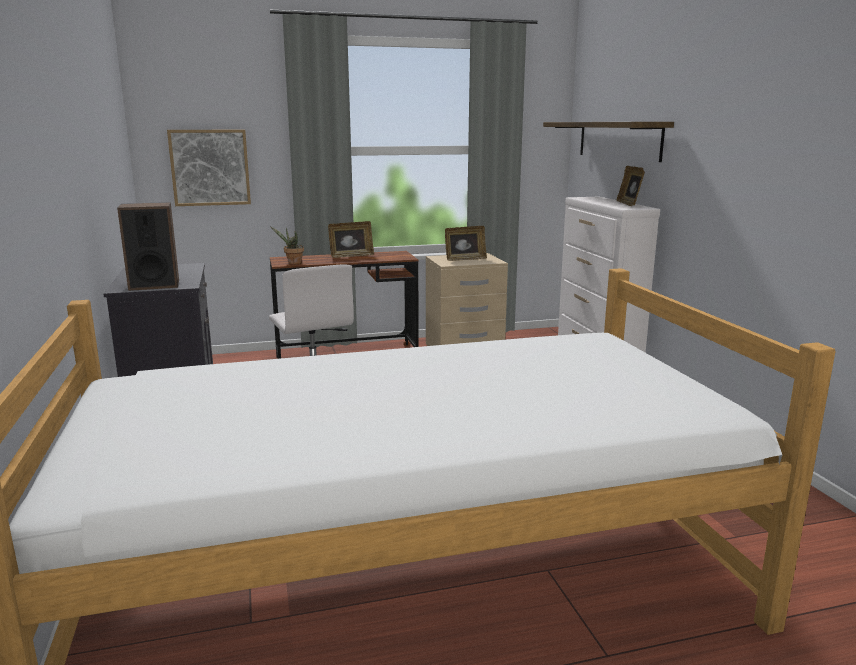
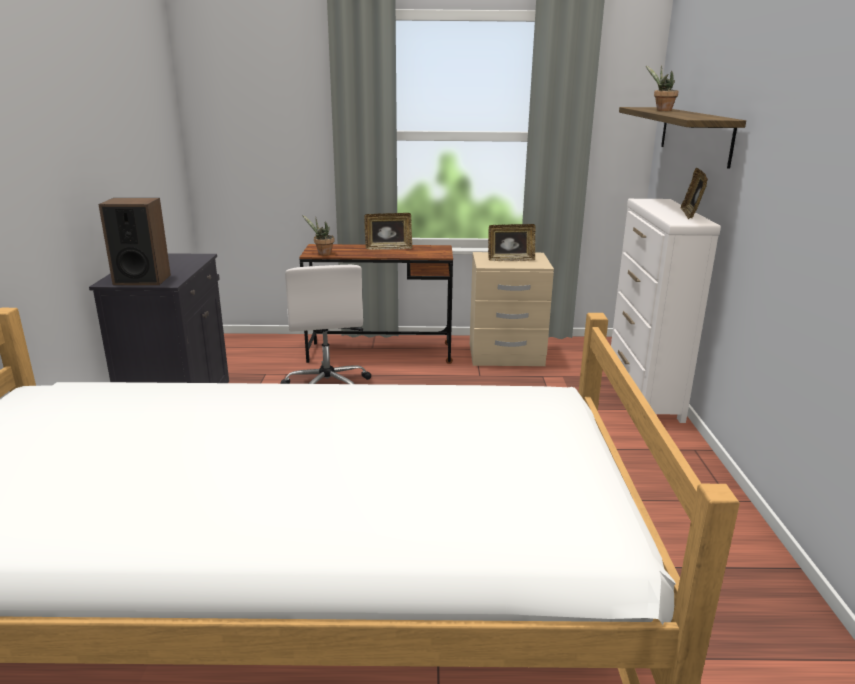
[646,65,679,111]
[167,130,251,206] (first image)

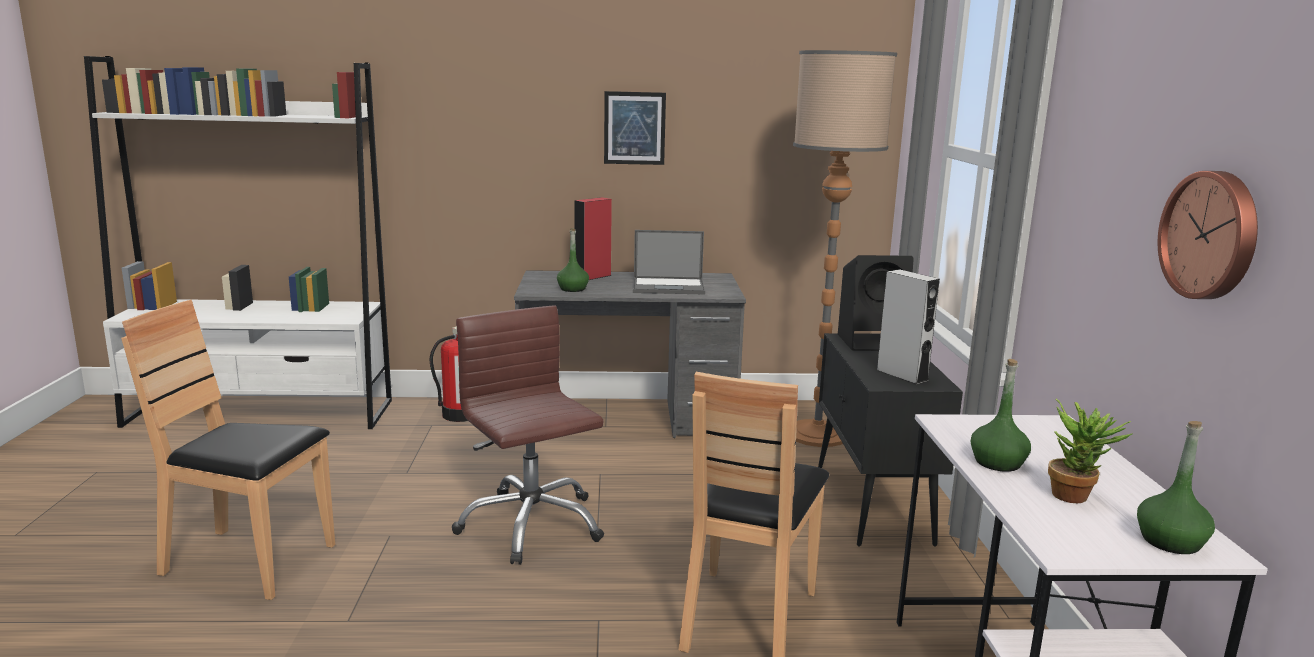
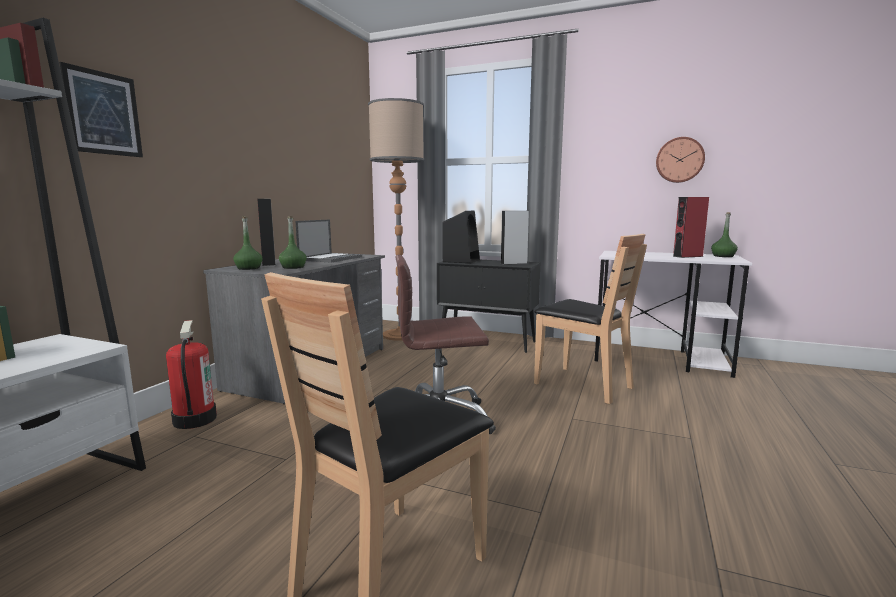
[59,62,143,157]
[233,216,263,270]
[673,197,709,258]

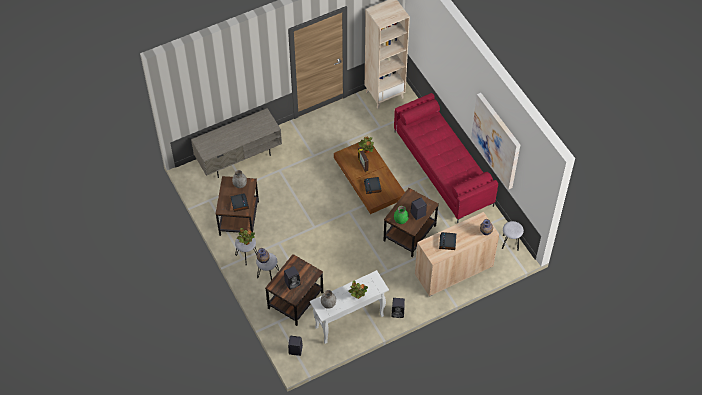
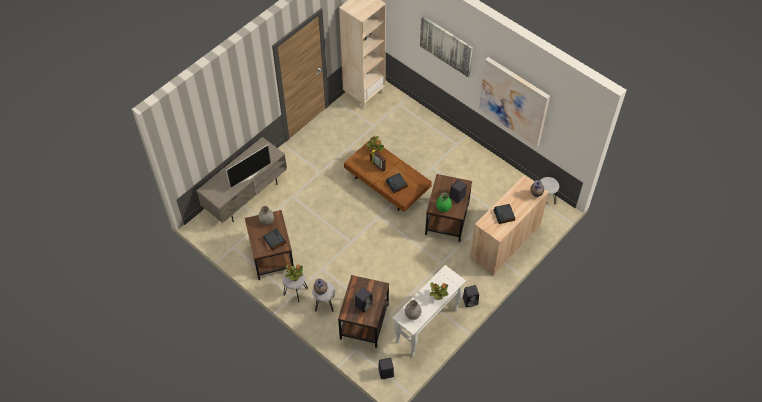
[226,144,271,189]
[420,16,473,77]
[394,93,498,223] (first image)

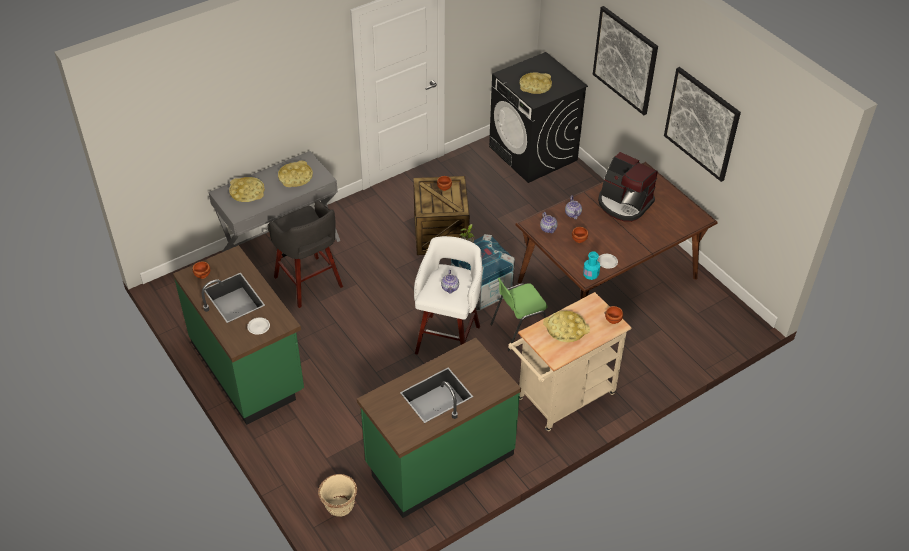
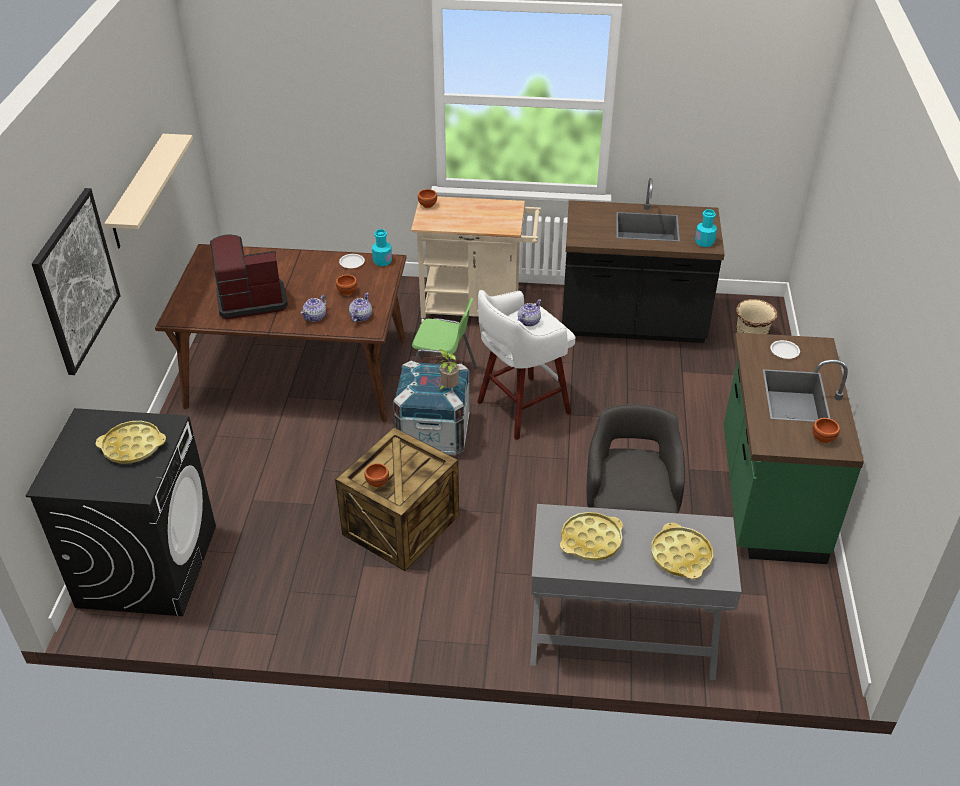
[104,134,193,248]
[210,234,288,320]
[562,178,725,343]
[695,209,717,247]
[543,311,590,342] (first image)

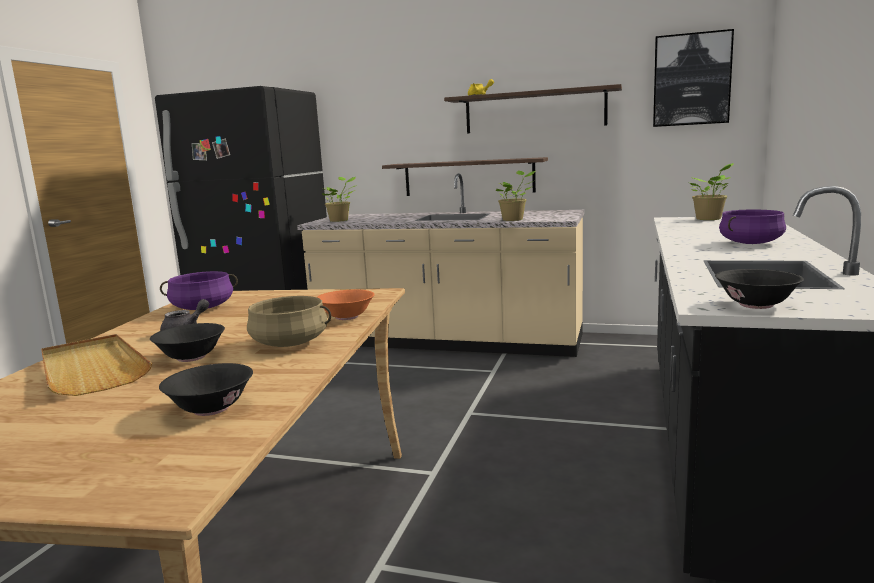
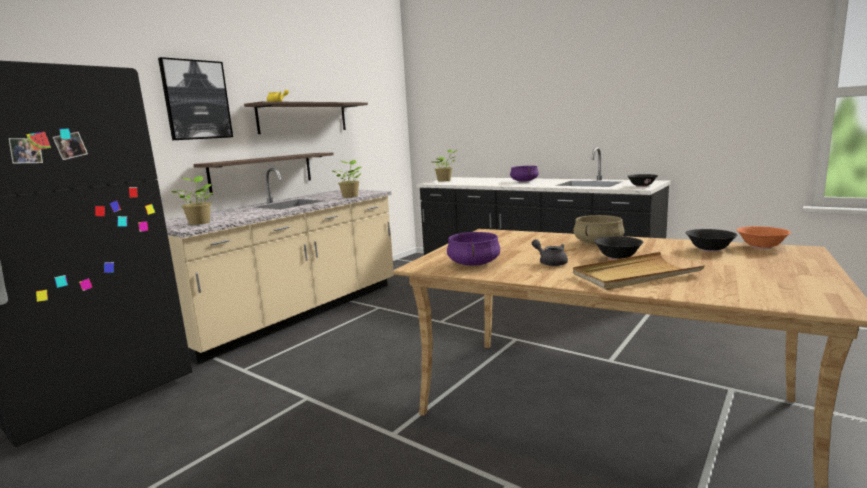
[158,57,233,140]
[737,226,791,249]

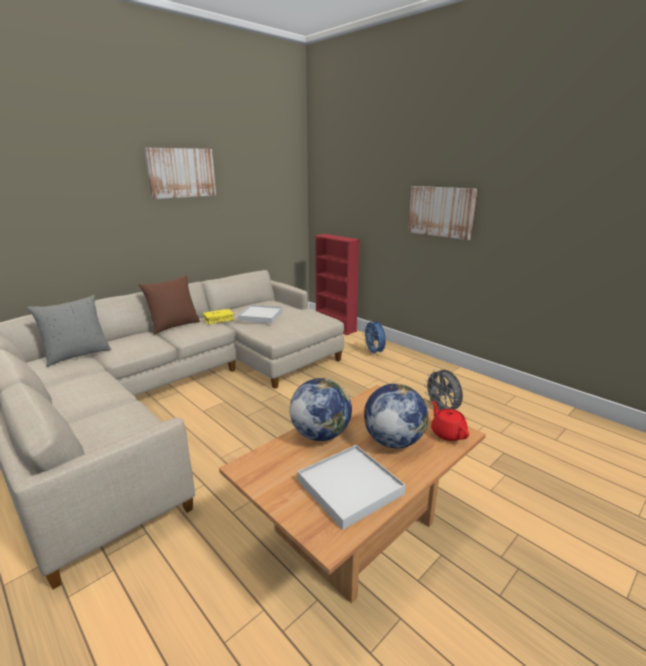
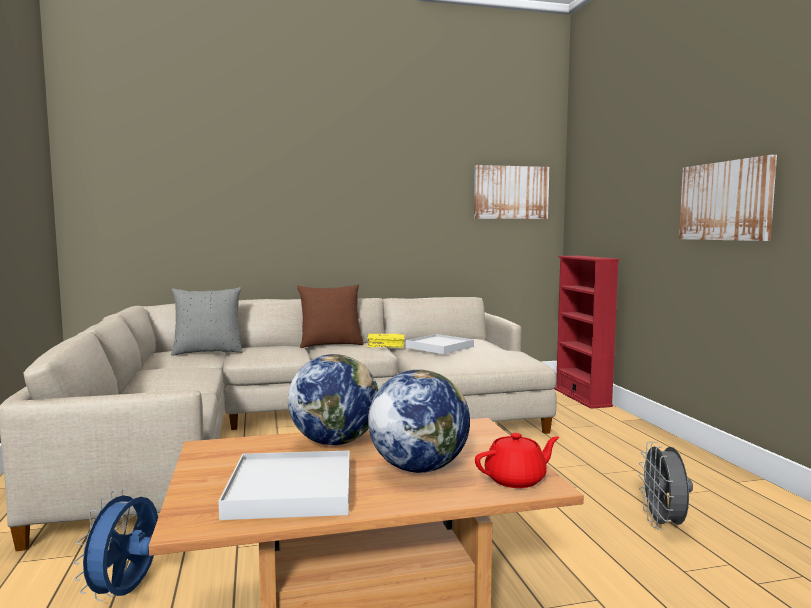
[73,489,158,601]
[474,165,549,219]
[475,433,559,488]

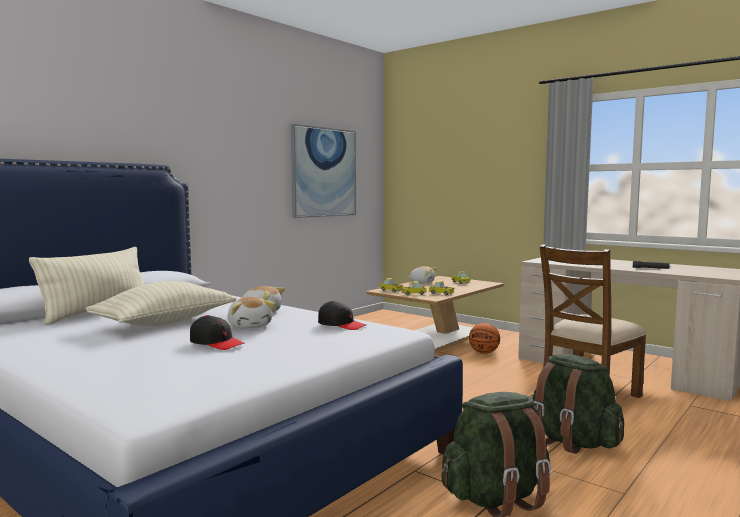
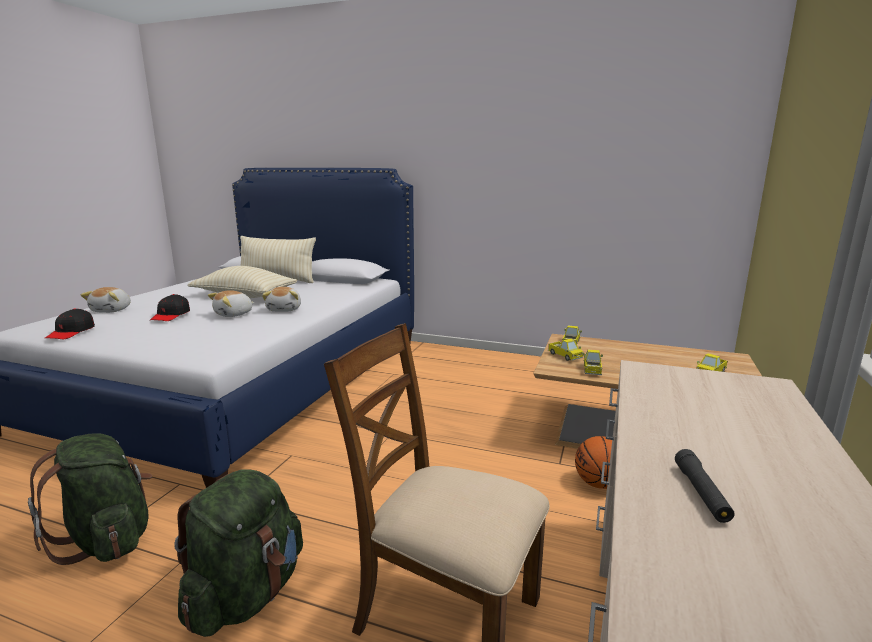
[44,308,95,339]
[81,287,131,313]
[291,124,356,218] (first image)

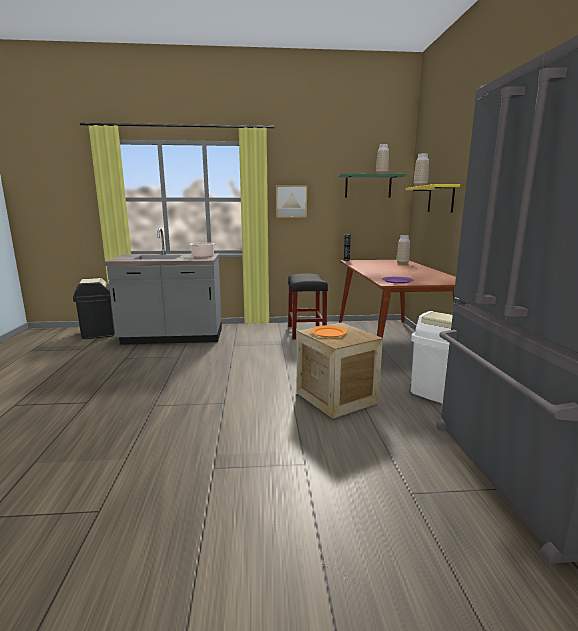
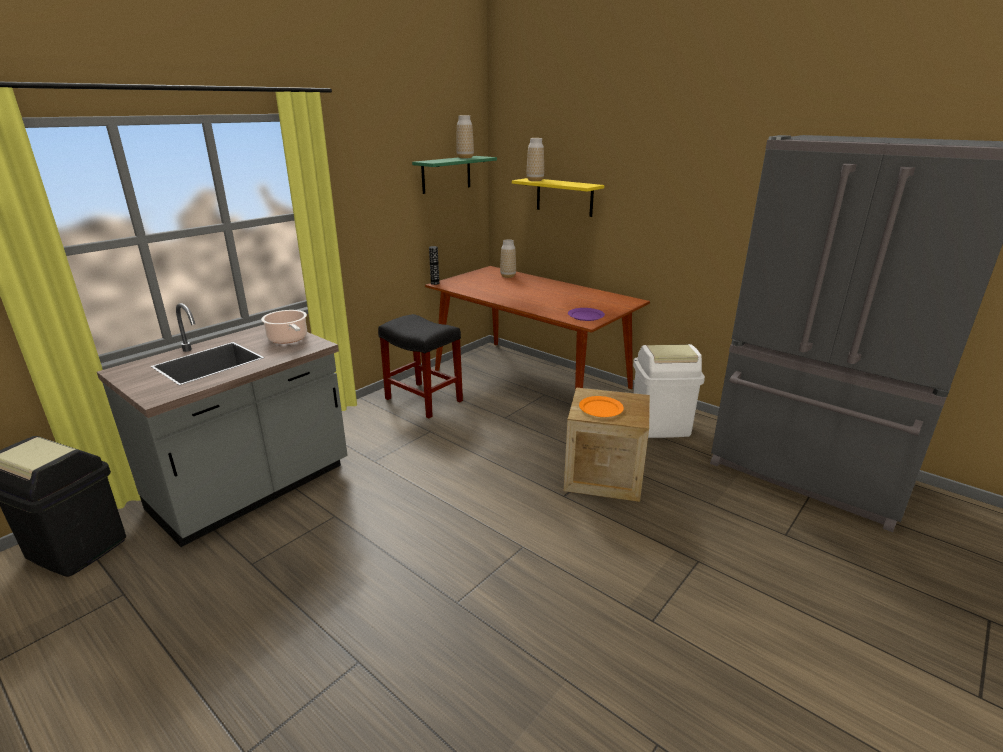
[276,185,307,218] (first image)

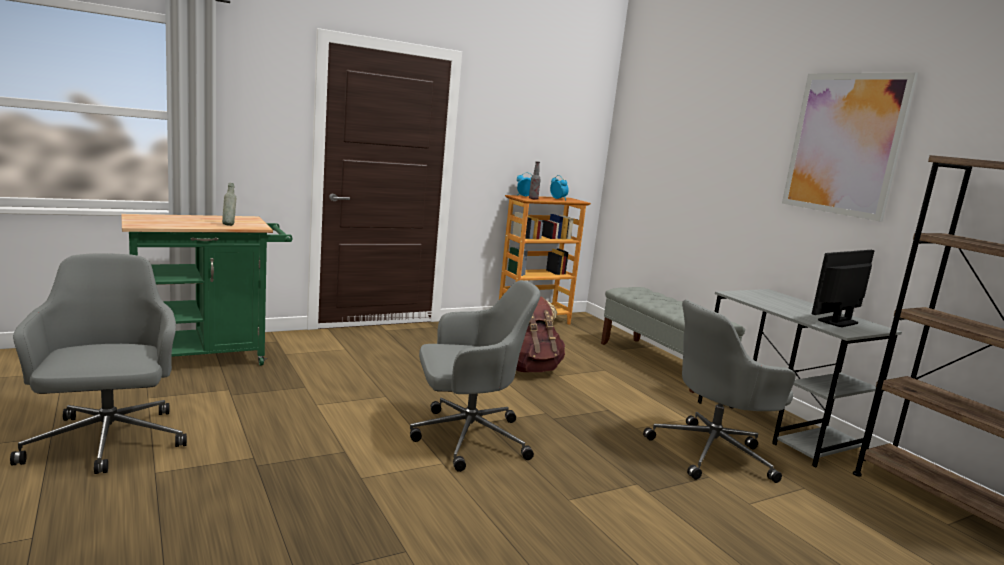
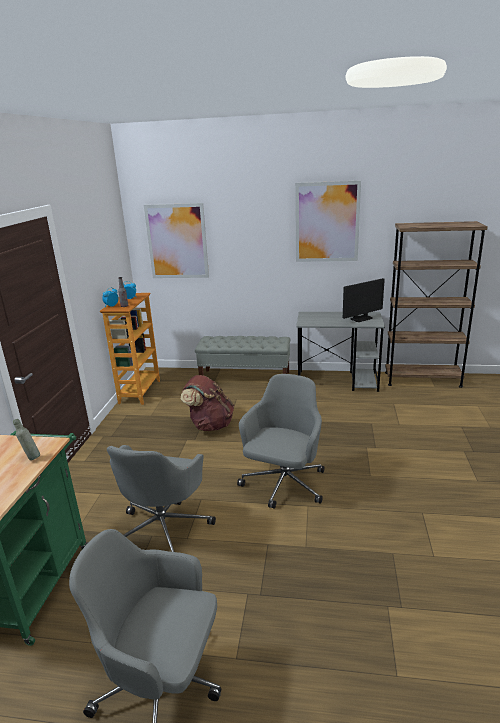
[107,445,216,552]
[144,203,209,278]
[343,278,385,322]

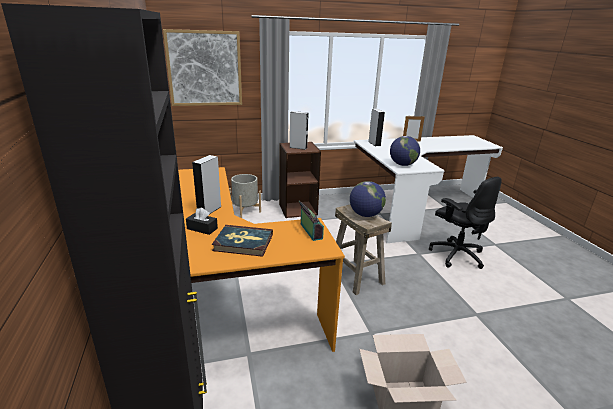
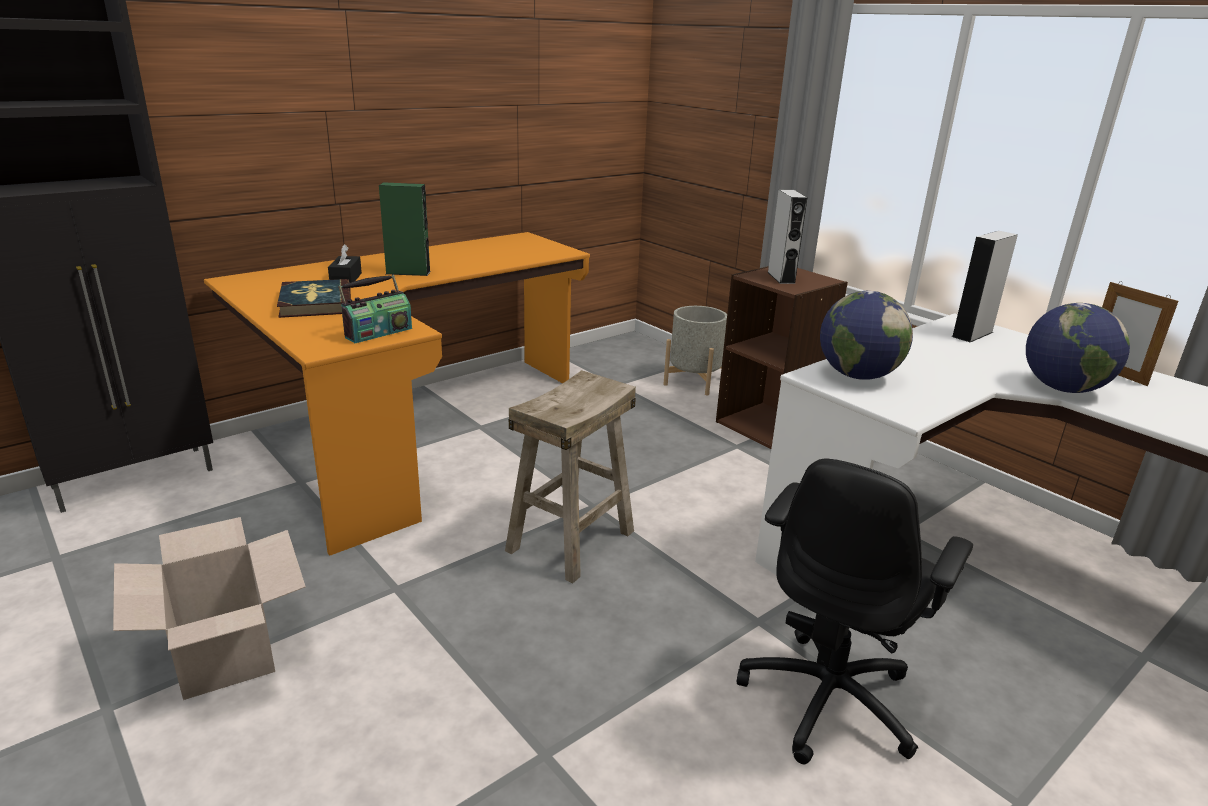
[379,182,431,276]
[1026,303,1130,393]
[163,29,242,106] (first image)

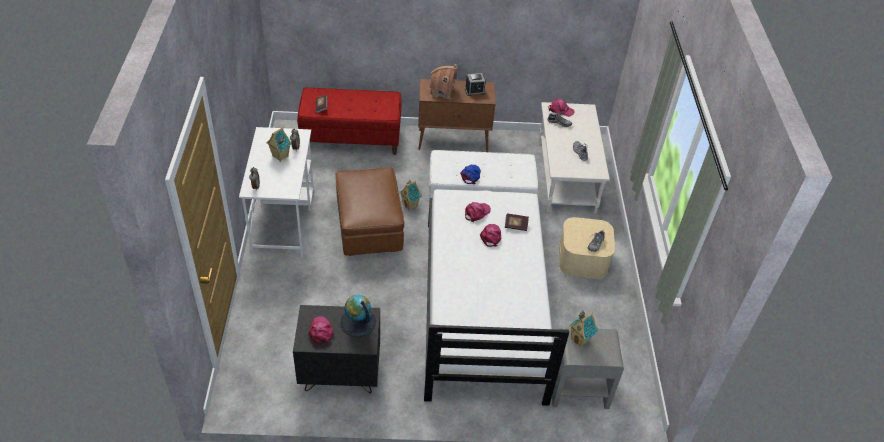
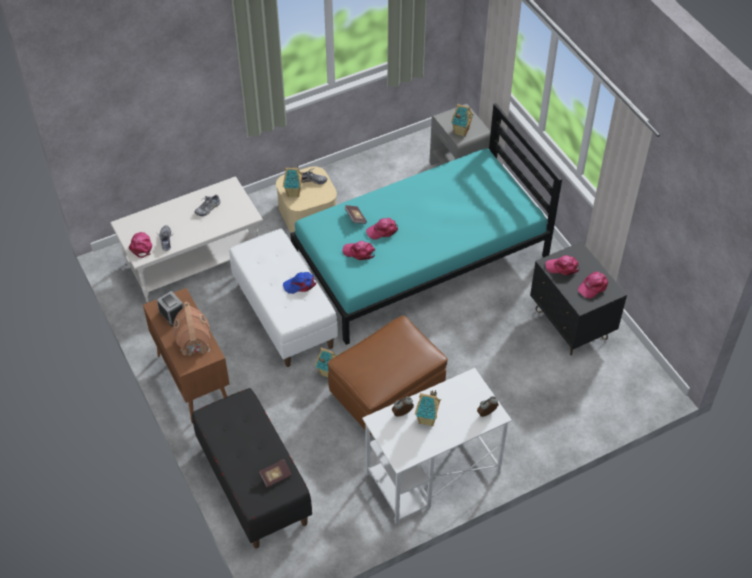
[192,388,312,548]
[283,165,303,197]
[290,103,562,345]
[545,255,580,275]

